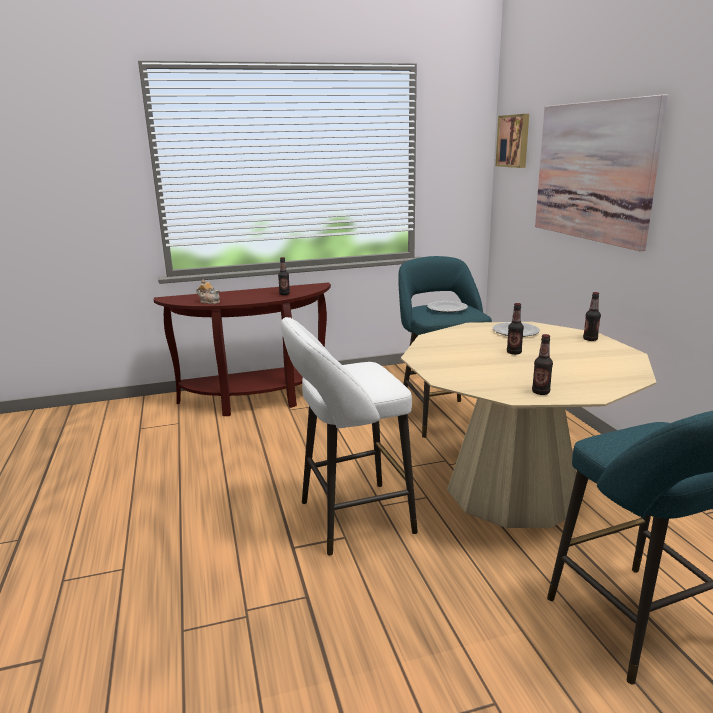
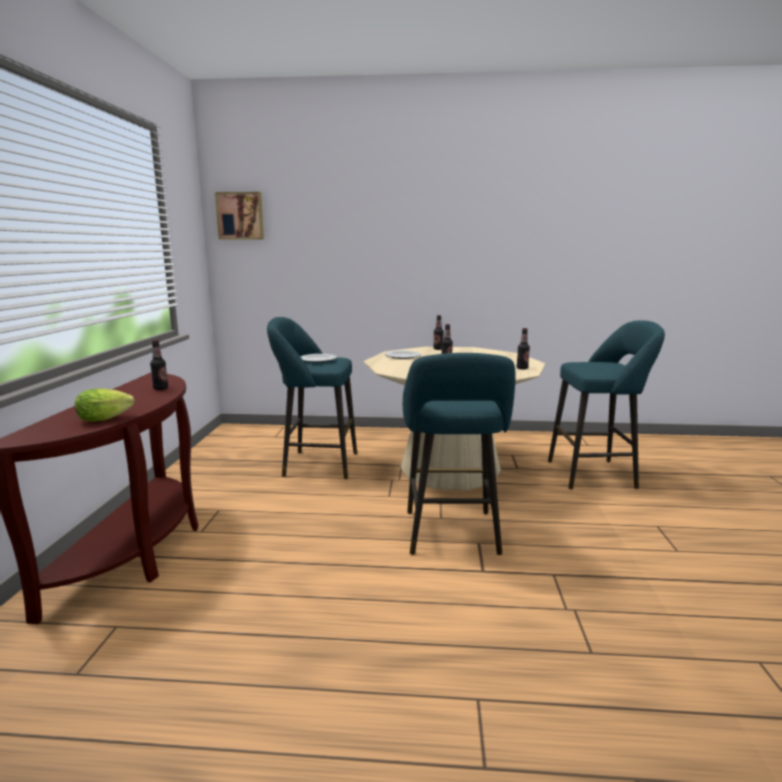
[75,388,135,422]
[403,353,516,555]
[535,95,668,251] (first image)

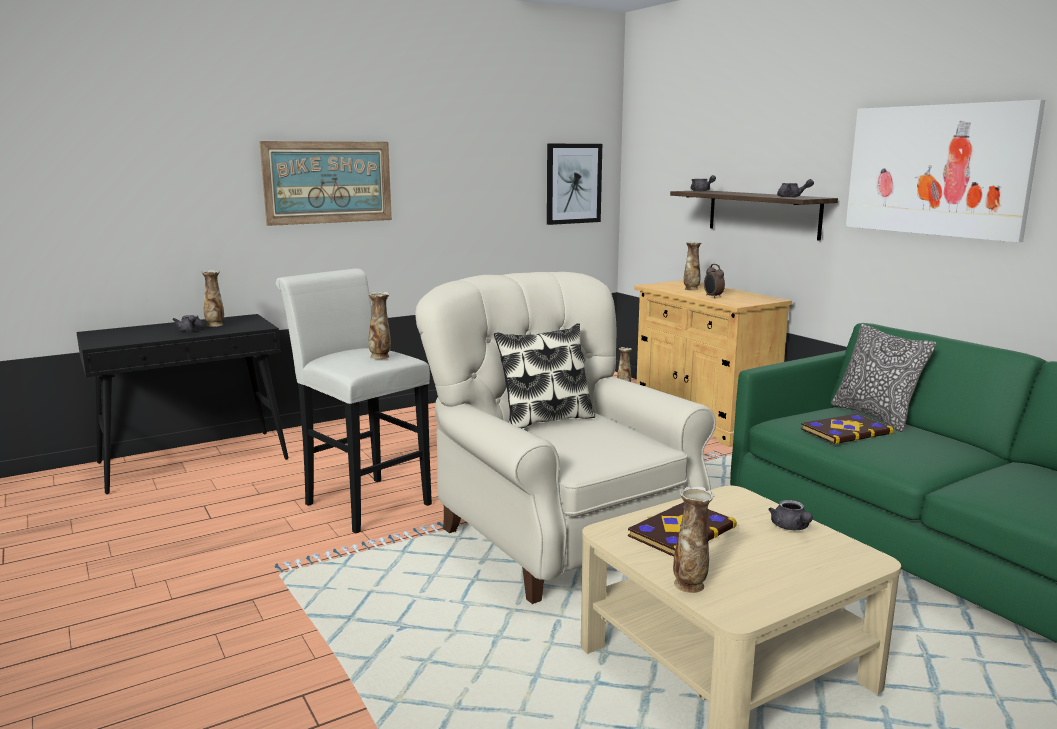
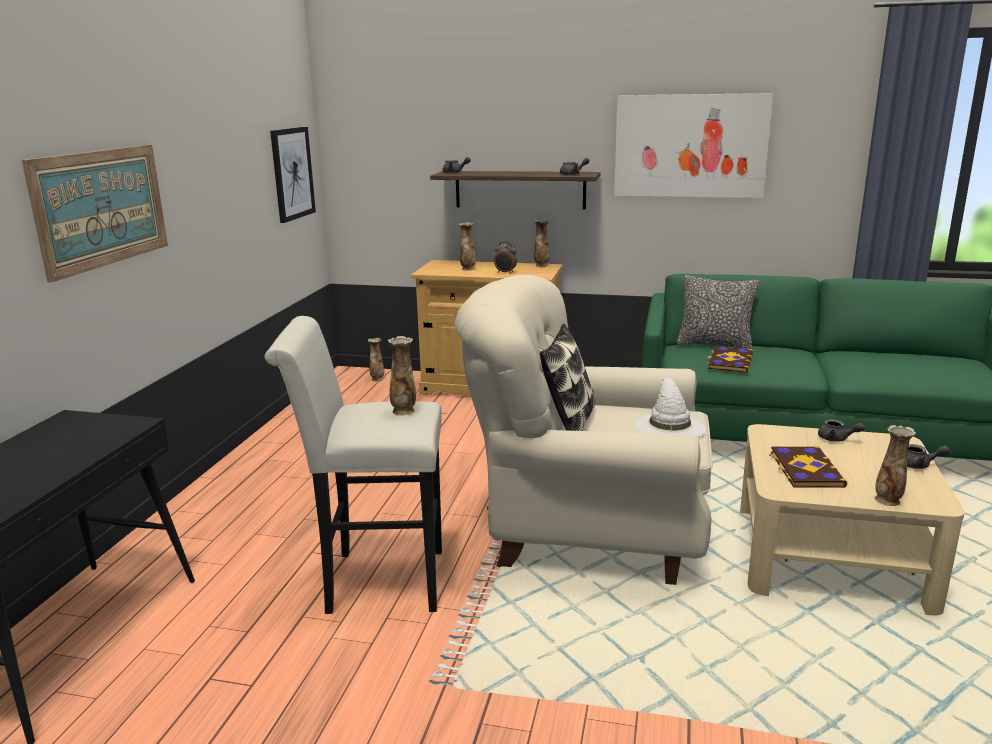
[534,220,550,267]
[635,378,706,438]
[907,444,950,469]

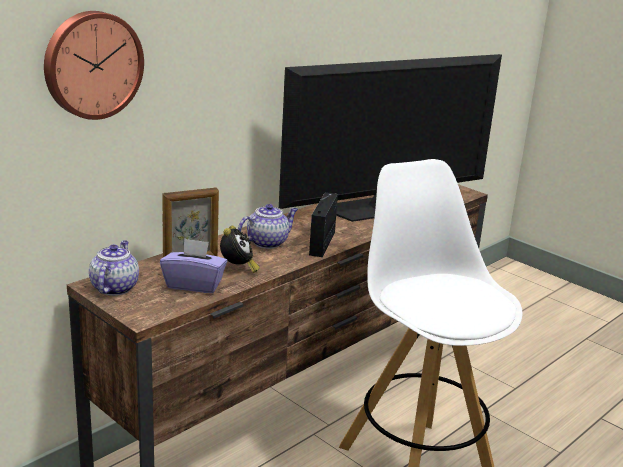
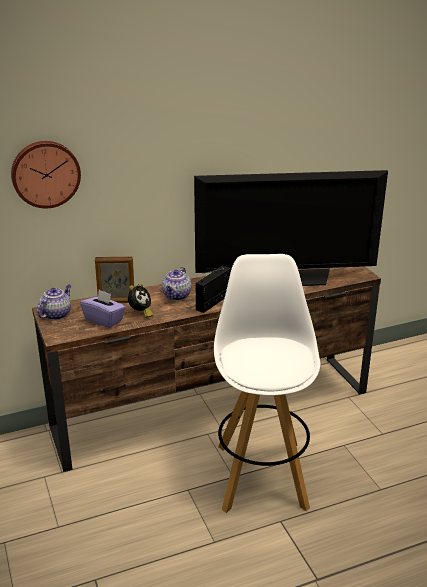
[162,267,192,300]

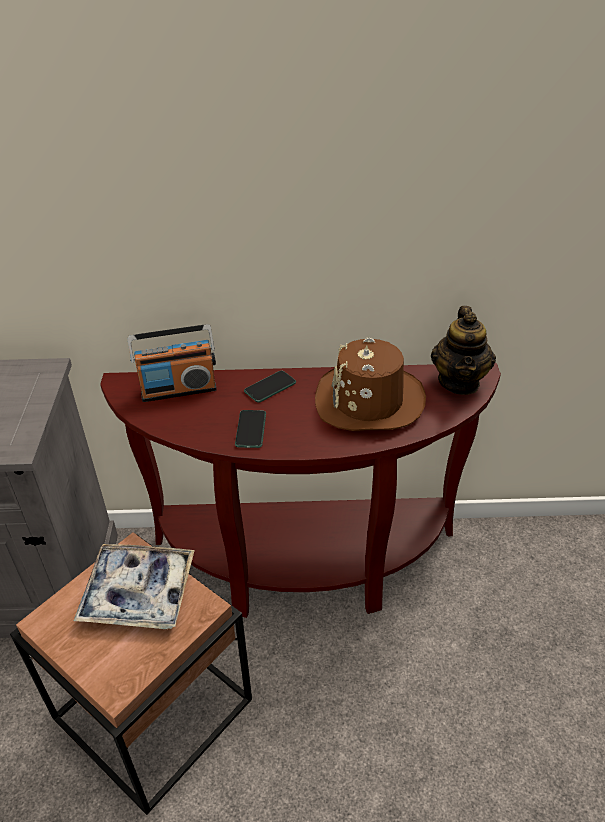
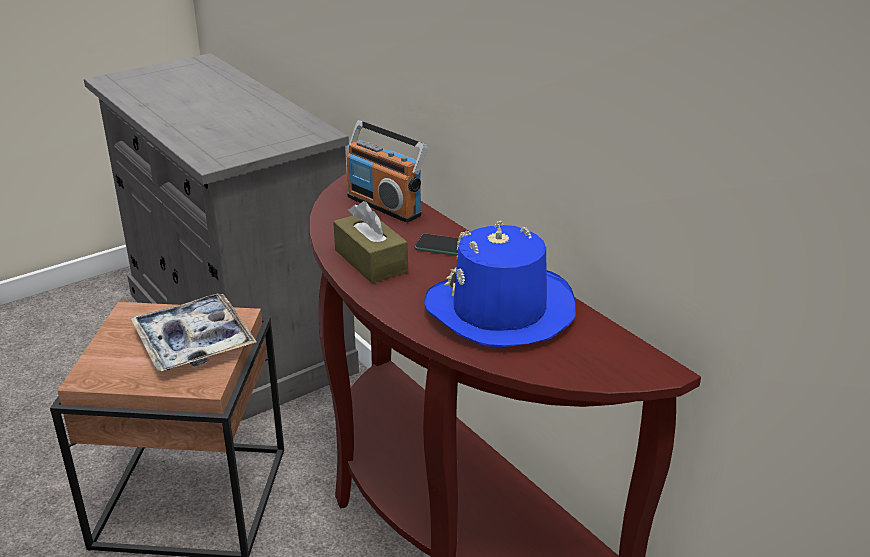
[333,201,408,283]
[424,221,576,347]
[431,306,496,395] (first image)

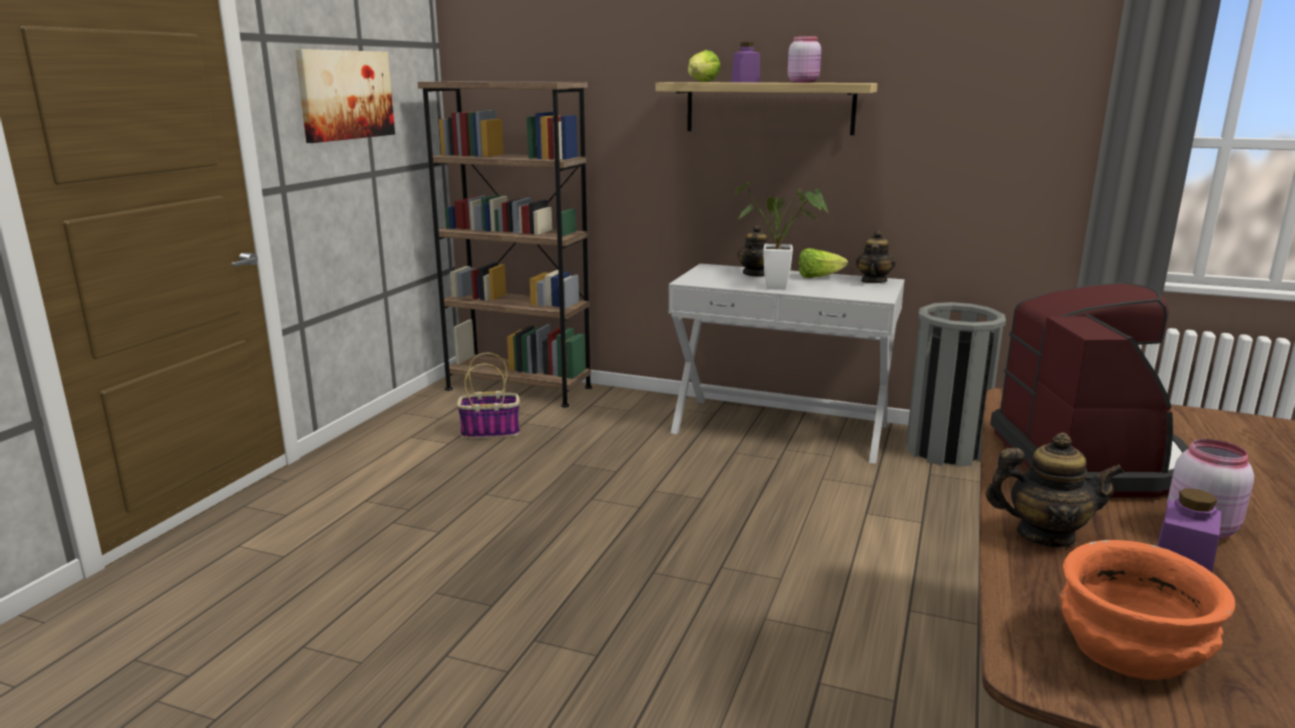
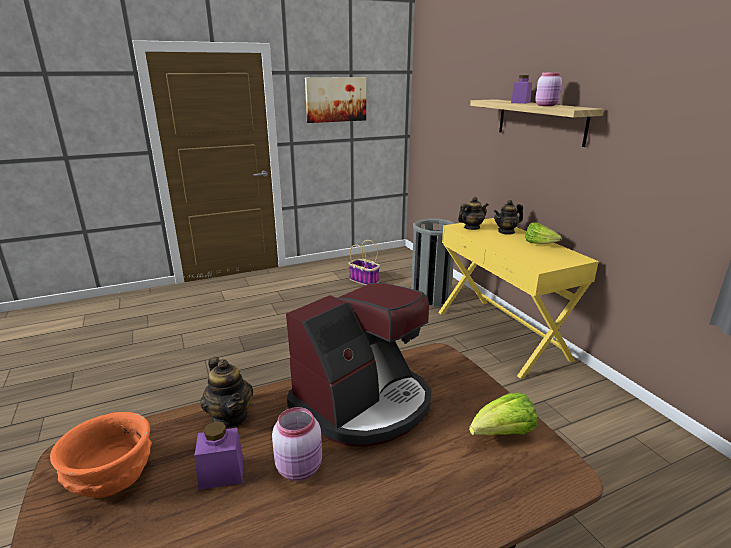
[411,218,455,307]
[438,218,599,378]
[458,197,489,230]
[469,393,537,435]
[418,81,592,408] (first image)
[735,181,829,290] (first image)

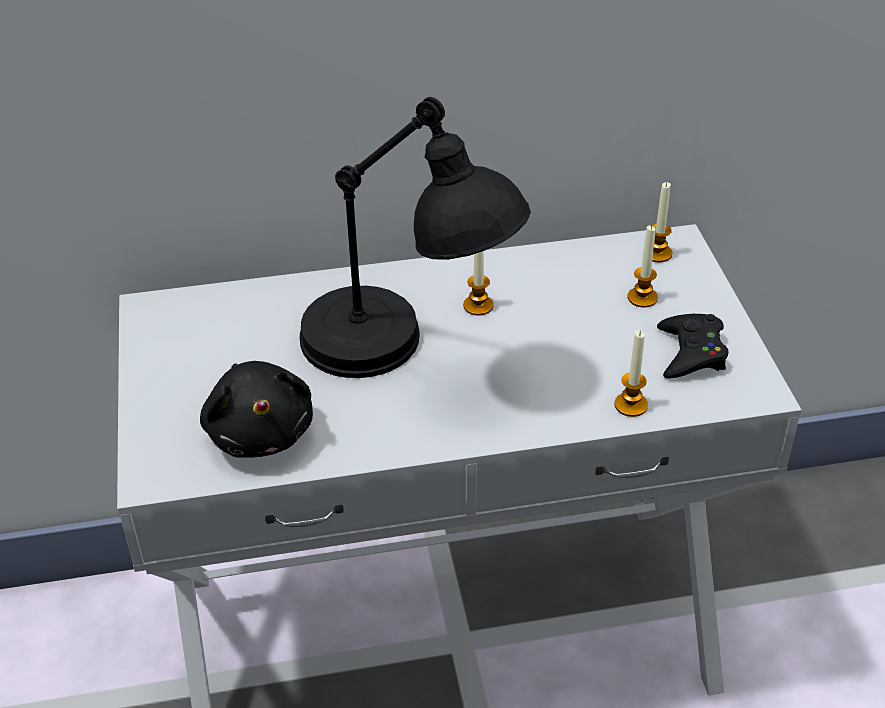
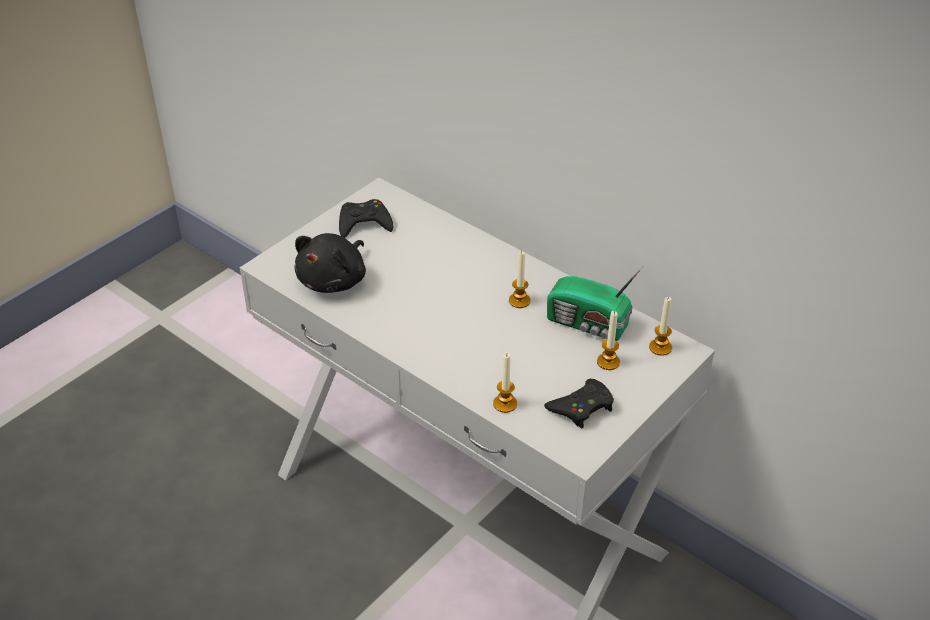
[339,199,393,238]
[547,266,643,341]
[300,97,531,378] (first image)

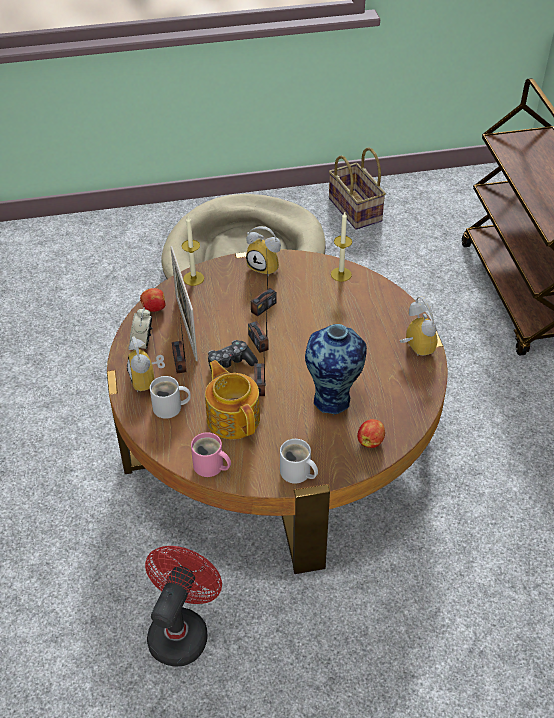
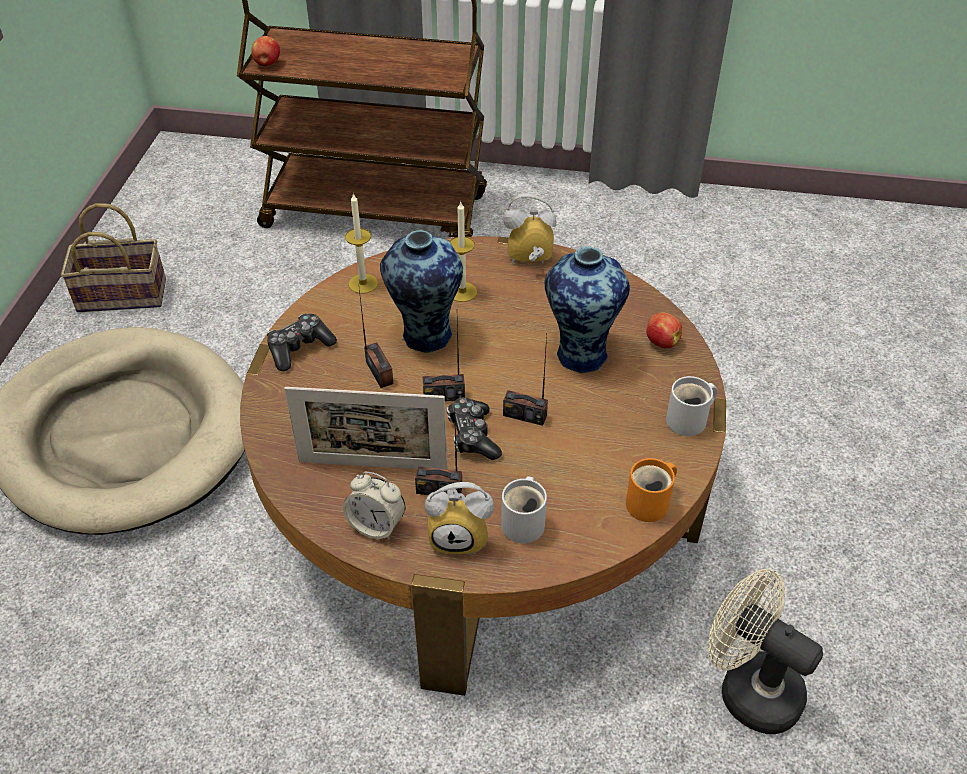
[252,36,280,66]
[267,314,337,371]
[380,230,463,353]
[449,202,477,302]
[626,458,677,522]
[708,569,823,734]
[205,360,260,439] (first image)

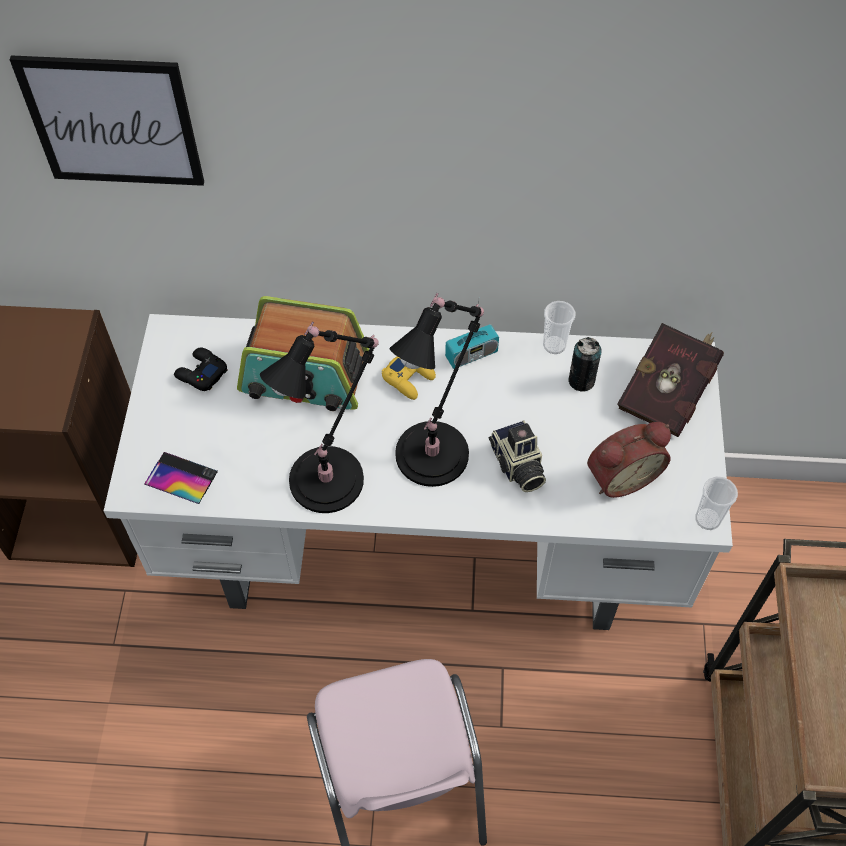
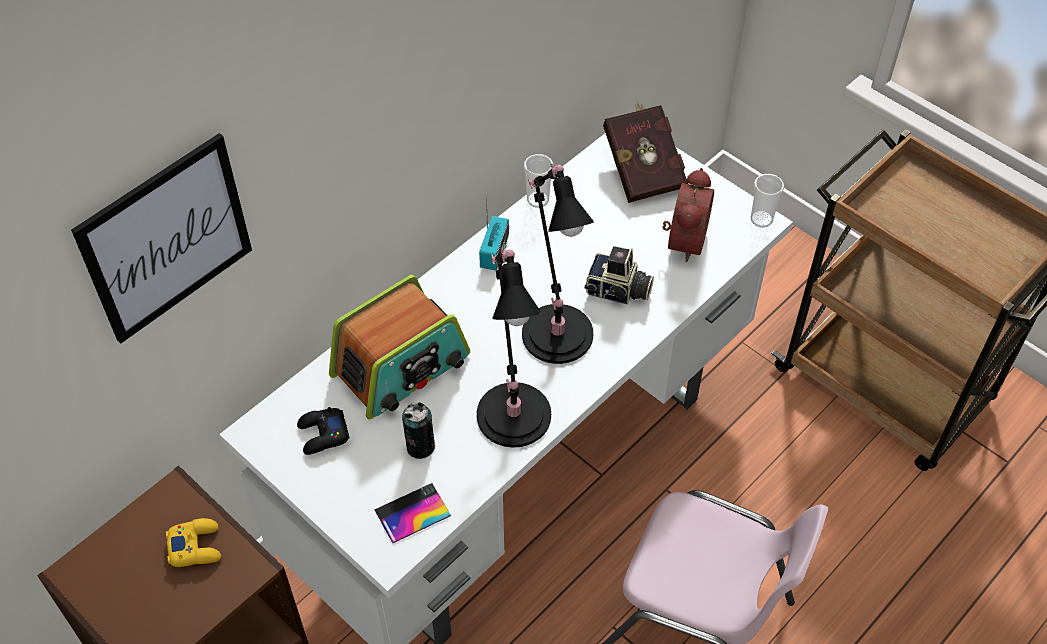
[166,518,221,567]
[402,402,435,459]

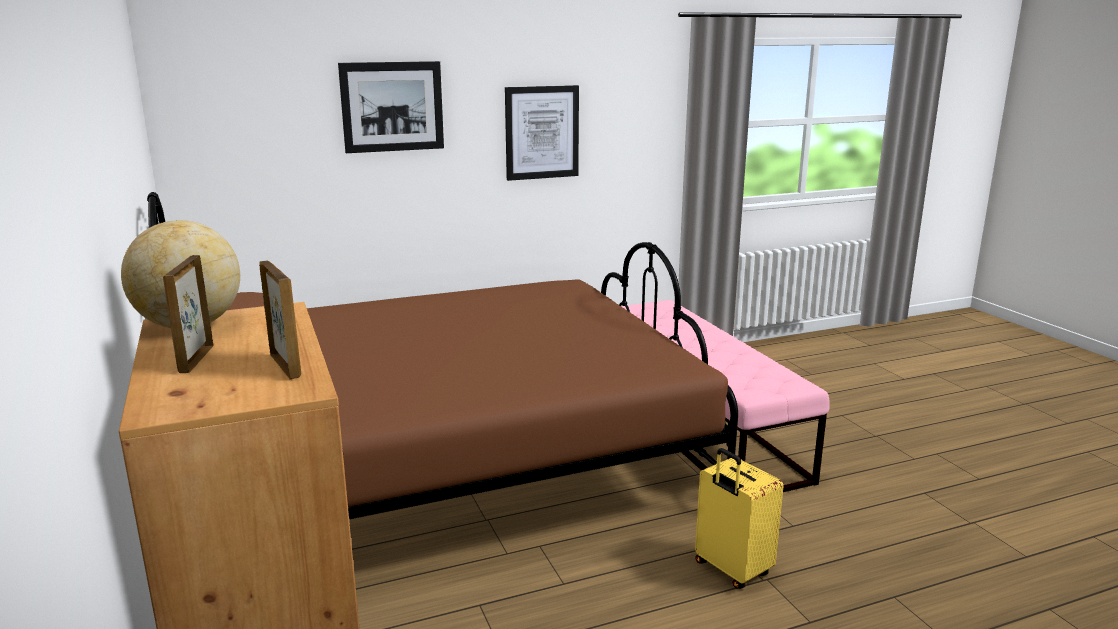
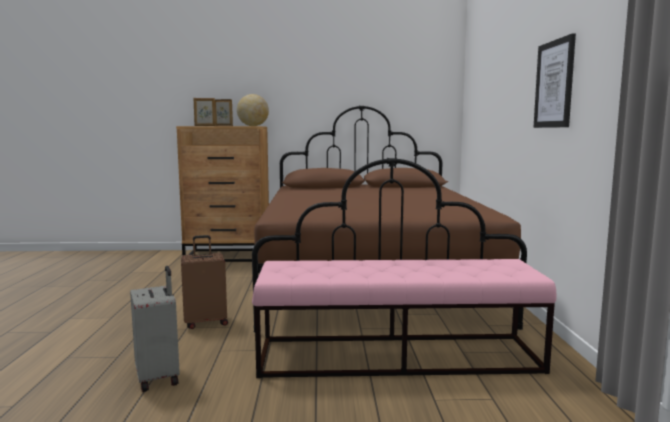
[130,266,180,392]
[181,235,228,329]
[338,61,444,153] (first image)

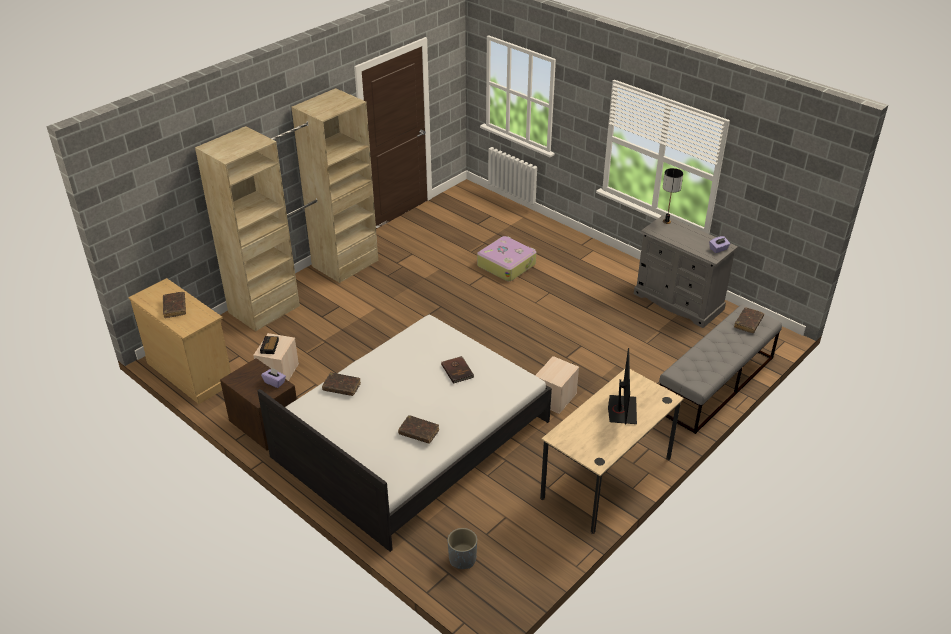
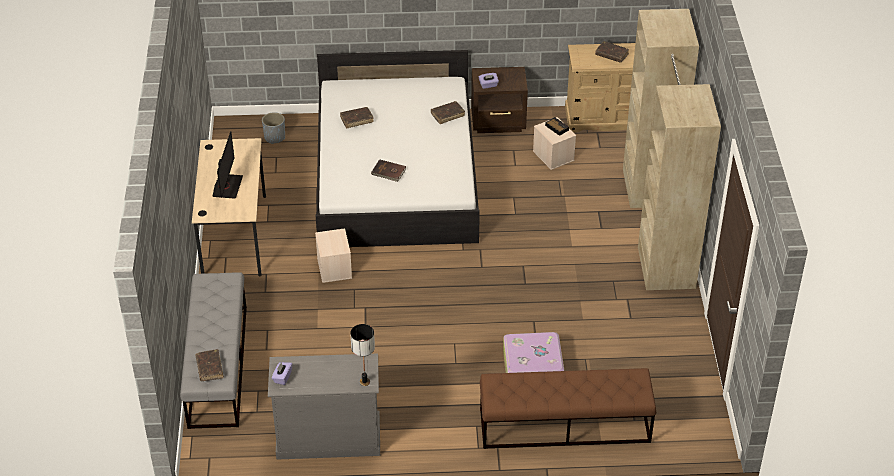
[212,131,243,199]
[480,368,656,449]

